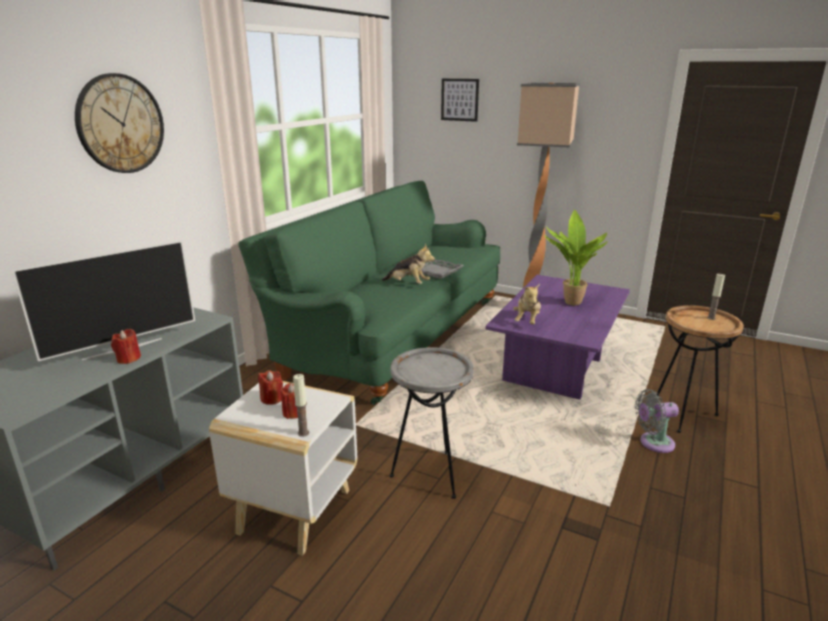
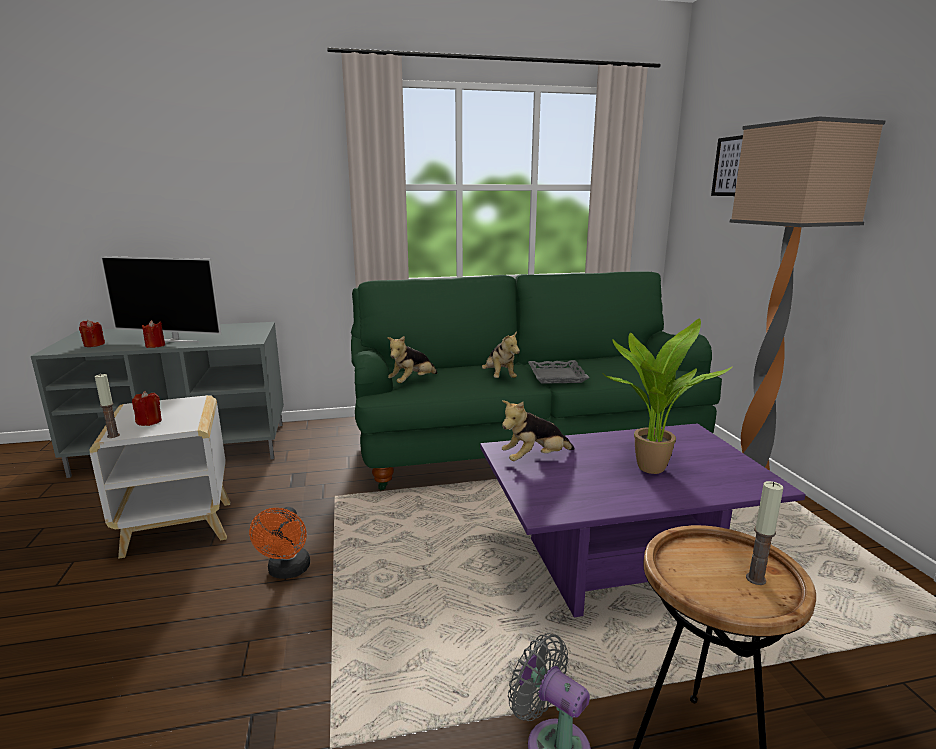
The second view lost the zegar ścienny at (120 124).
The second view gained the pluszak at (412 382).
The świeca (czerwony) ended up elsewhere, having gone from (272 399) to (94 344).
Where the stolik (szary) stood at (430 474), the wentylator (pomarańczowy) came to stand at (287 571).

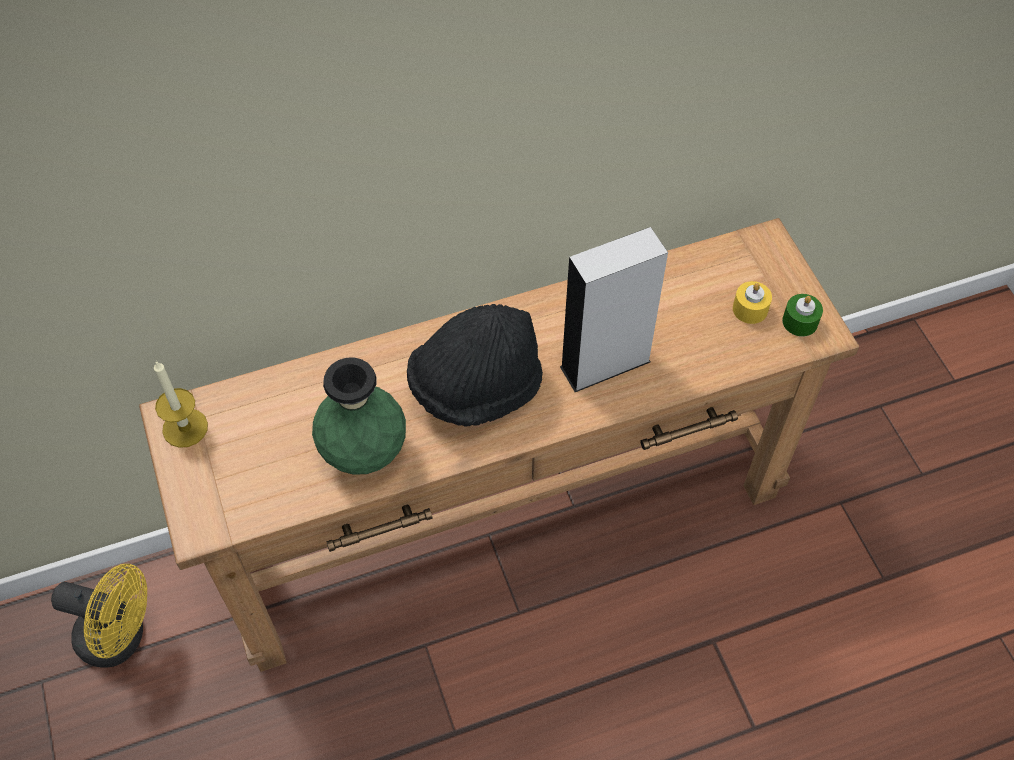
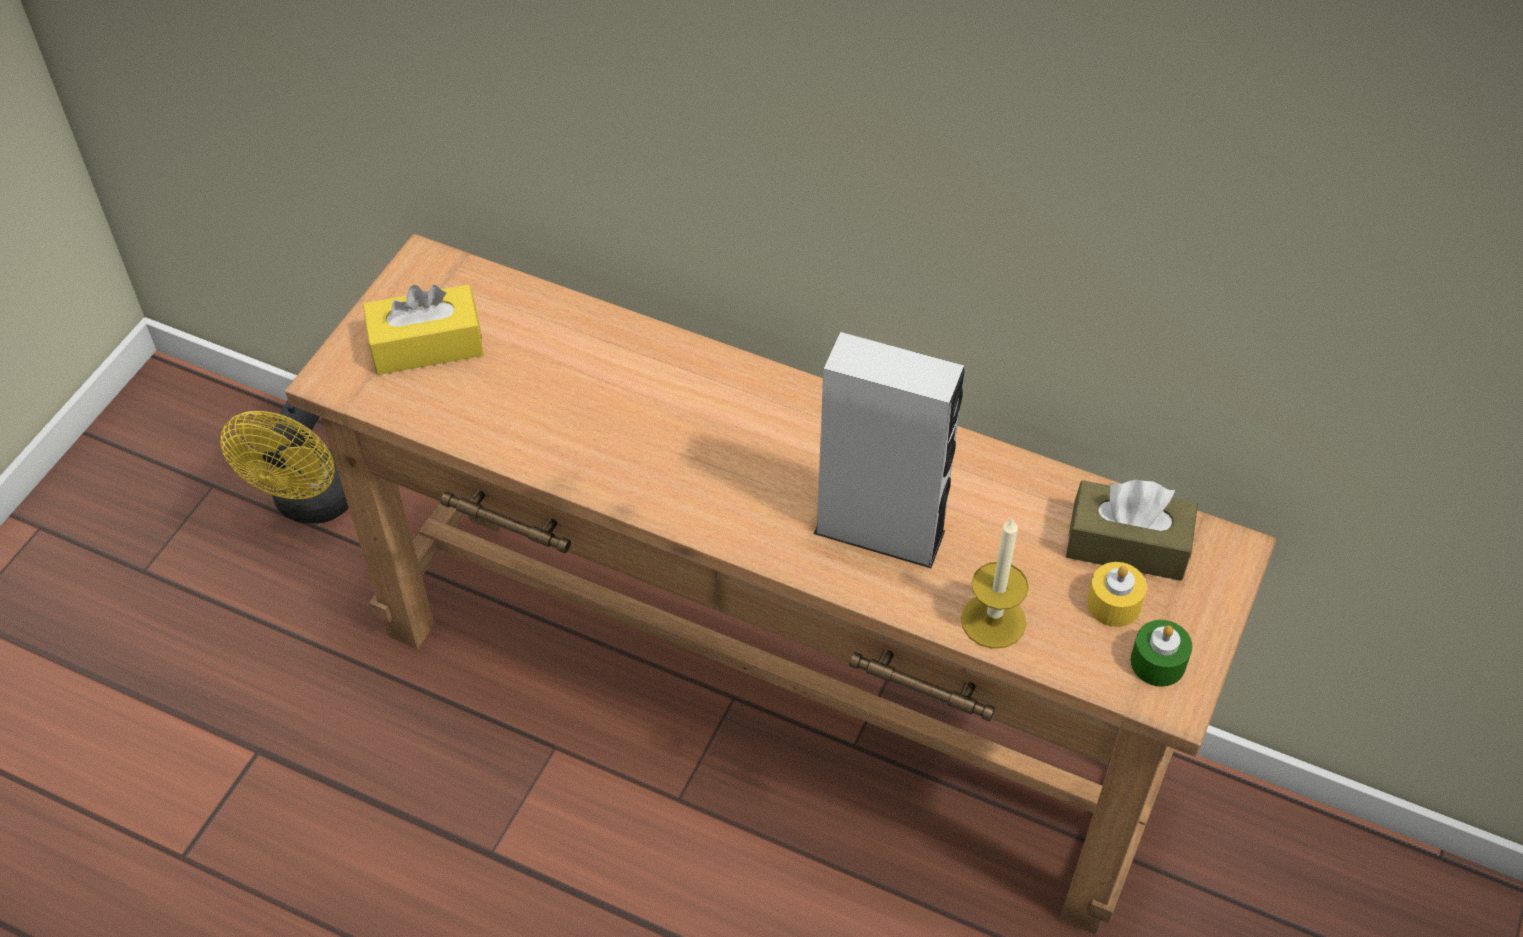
The second view lost the wazon (zielony) at (364 453).
The second view lost the kapelusz (czarny) at (476 388).
The second view gained the pudełko chusteczek (żółty) at (426 345).
The second view gained the pudełko chusteczek (brązowy) at (1127 545).
The świeca ended up elsewhere, having gone from (185 428) to (993 621).
The wentylator (żółty) at (121 638) ended up facing another way, 45 degrees clockwise from before.

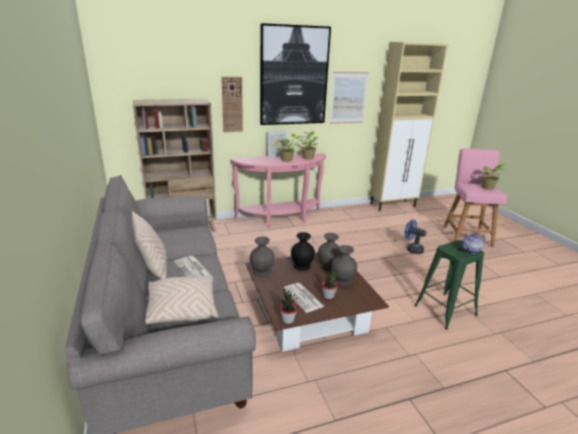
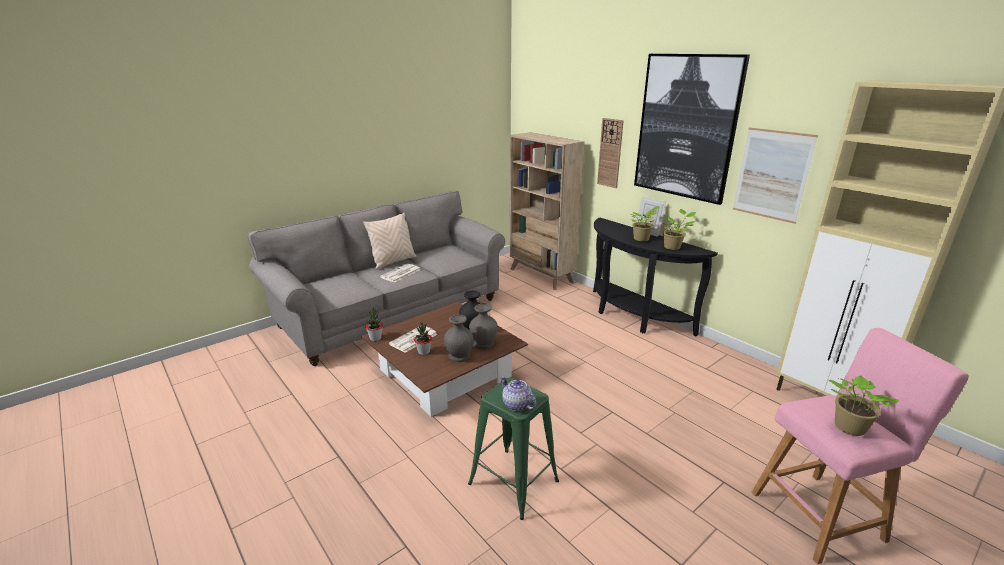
The second view lost the poduszka (beżowy) at (181 309).
The second view lost the wazon (szary) at (262 270).
The second view lost the wentylator (niebieski) at (412 249).
What was the stolik konsolowy (różowy) at (281 218) turned into the stolik konsolowy (czarny) at (632 316).

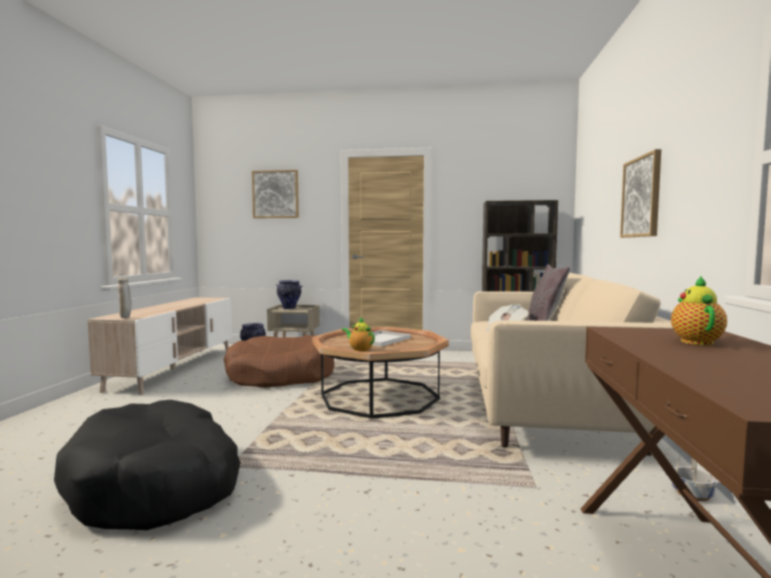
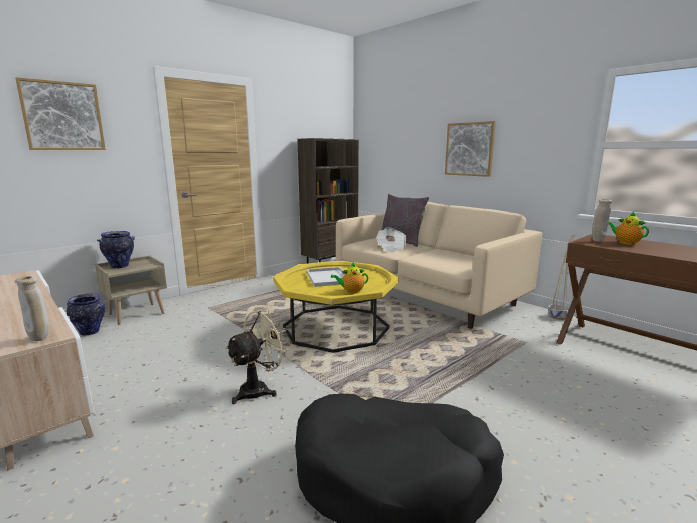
The second view lost the legowisko (brązowy) at (280 376).
The second view gained the wentylator (beżowy) at (260 389).
The second view gained the wazon (beżowy) at (597 241).
What was the ława (brązowy) at (379 397) turned into the ława (żółty) at (336 327).

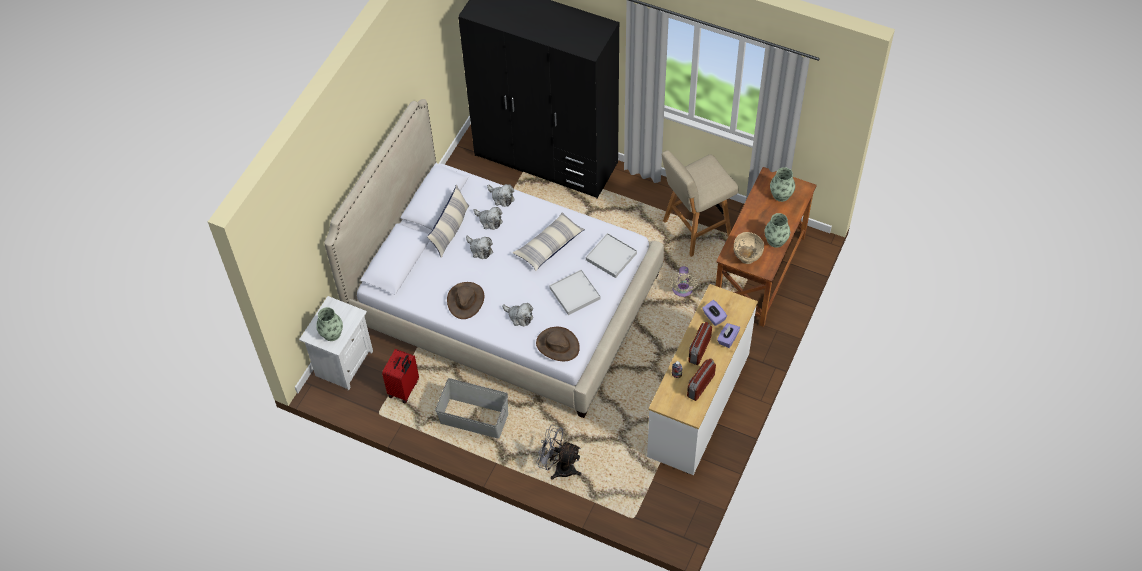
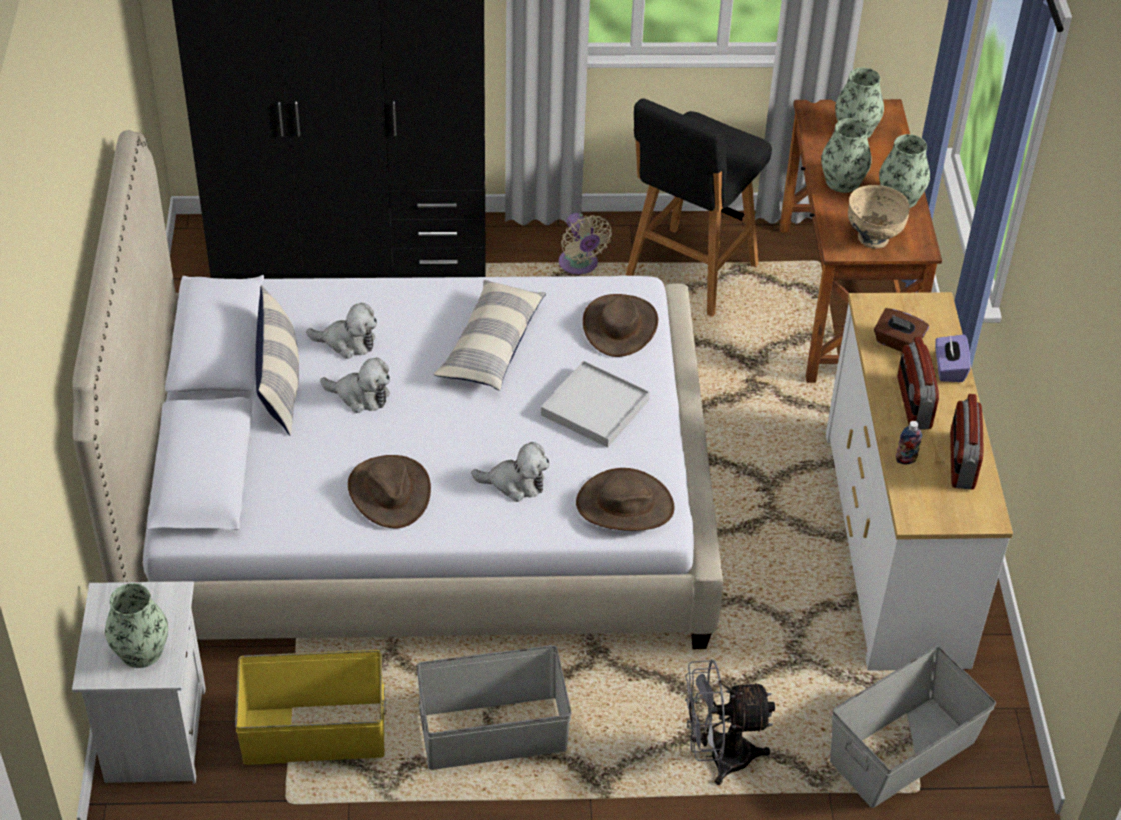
The second view lost the pluszak at (501 197).
The second view gained the wazon at (842 181).
The second view gained the pojemnik do przechowywania (szary) at (901 751).
The wentylator (beżowy) ended up elsewhere, having gone from (682 290) to (580 265).
Where the walizka (czerwony) stood at (404 389), the pojemnik do przechowywania (żółty) came to stand at (315 735).
Where the taca (biały) stood at (611 257), the kapelusz (brązowy) came to stand at (620 326).
What was the stołek (beżowy) at (694 230) turned into the stołek (czarny) at (689 274).
What was the pudełko chusteczek (fioletowy) at (714 317) turned into the pudełko chusteczek (brązowy) at (898 342).

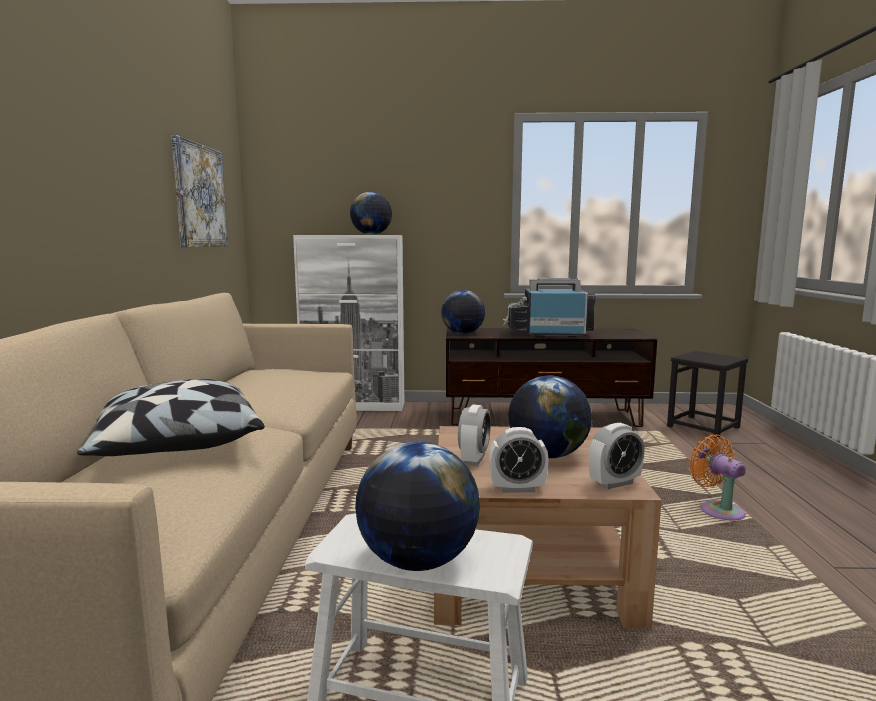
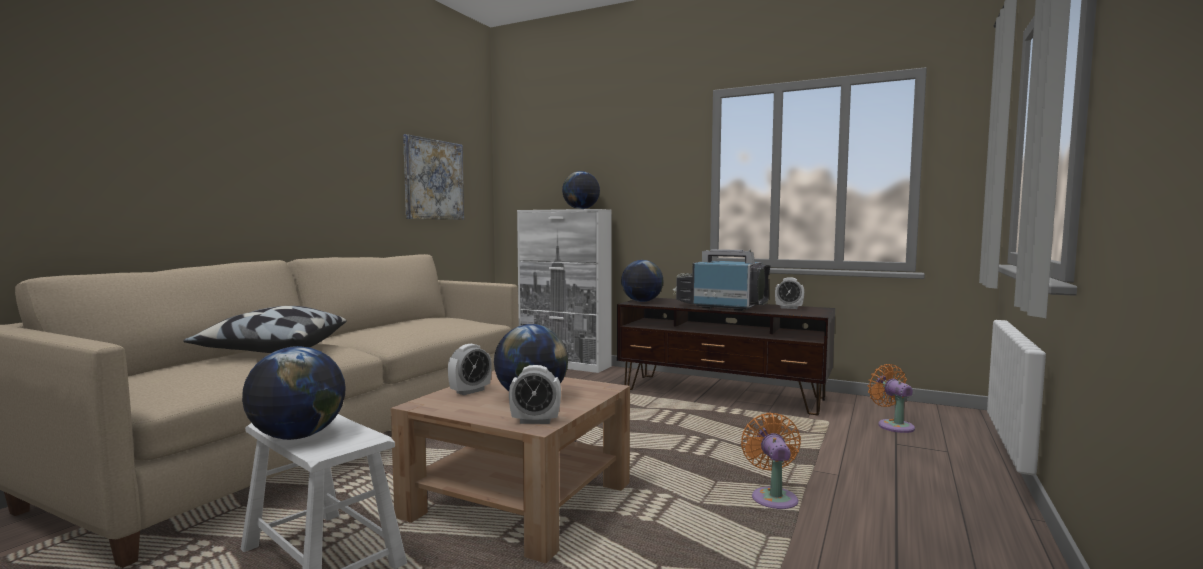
The budzik ended up elsewhere, having gone from (517 488) to (789 308).
Where the stołek (czarny) stood at (703 427), the wentylator (pomarańczowy) came to stand at (893 425).

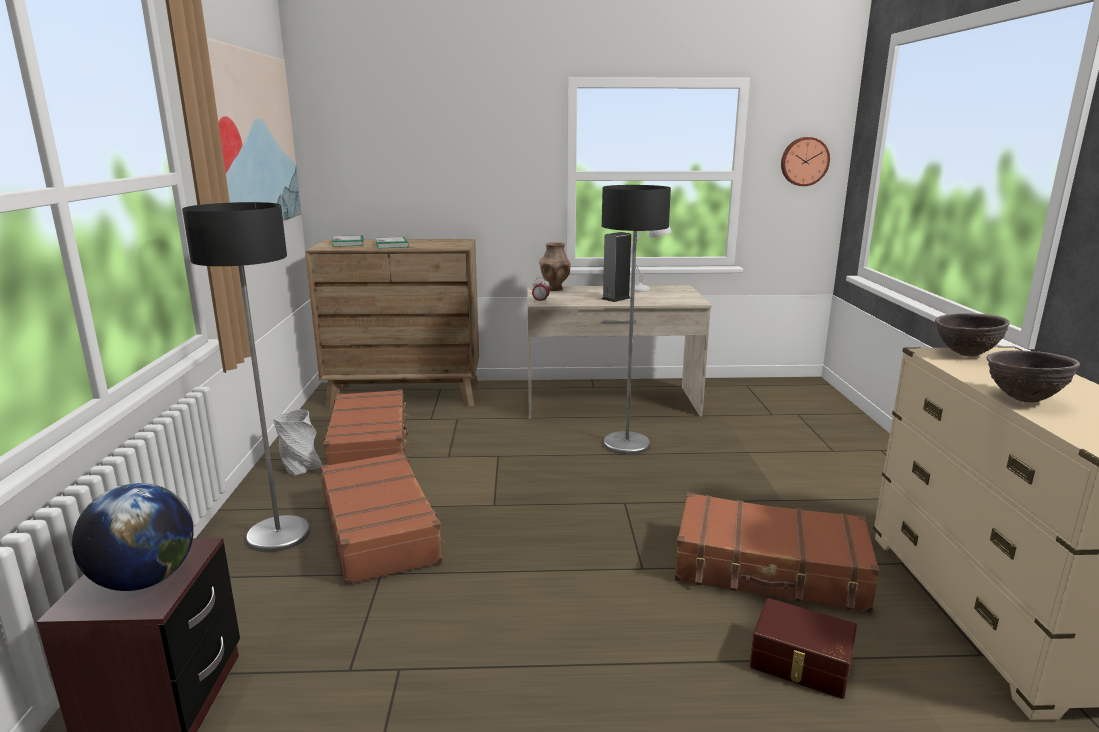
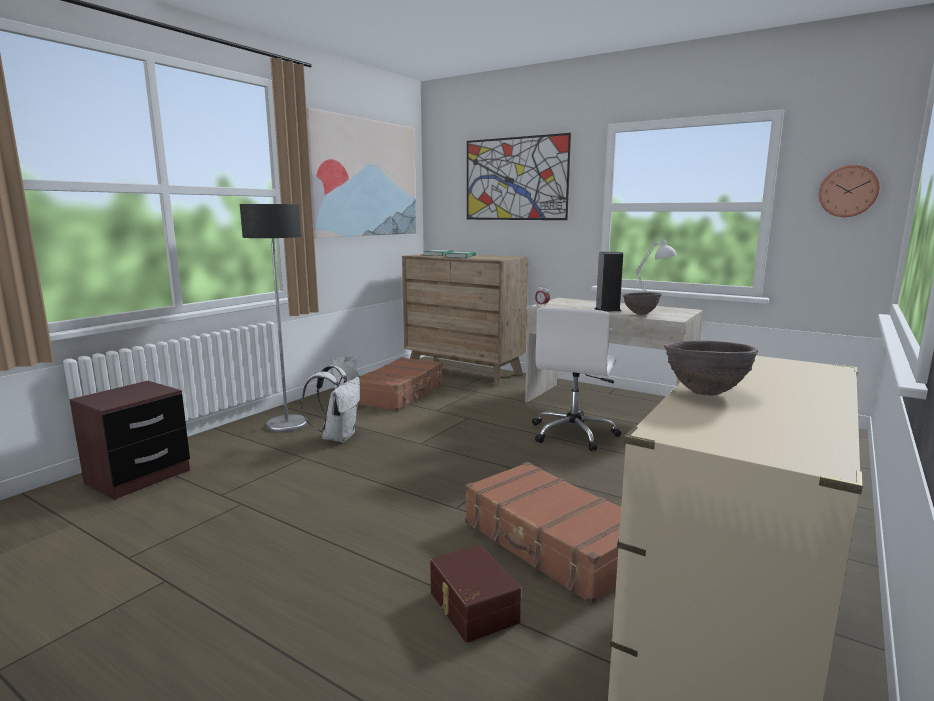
The second view lost the globus at (144 580).
The second view lost the wazon (brązowy) at (554 289).
The second view gained the obraz at (515 179).
The miska (brązowy) ended up elsewhere, having gone from (965 354) to (640 314).
Where the walizka (brązowy) stood at (380 530), the plecak (biały) came to stand at (337 437).
Where the lampa stojąca stood at (626 444), the krzesło biurowe (biały) came to stand at (573 434).

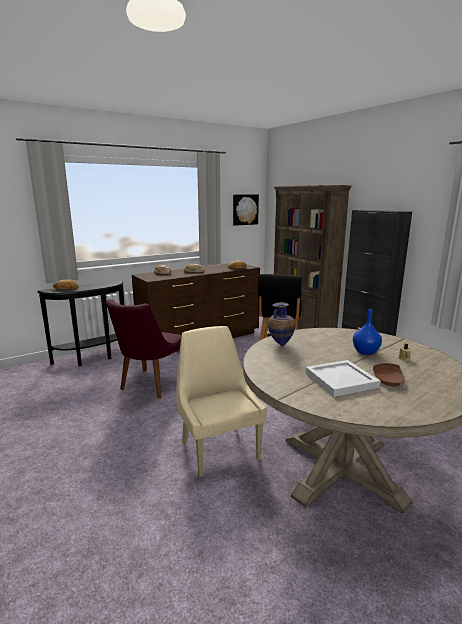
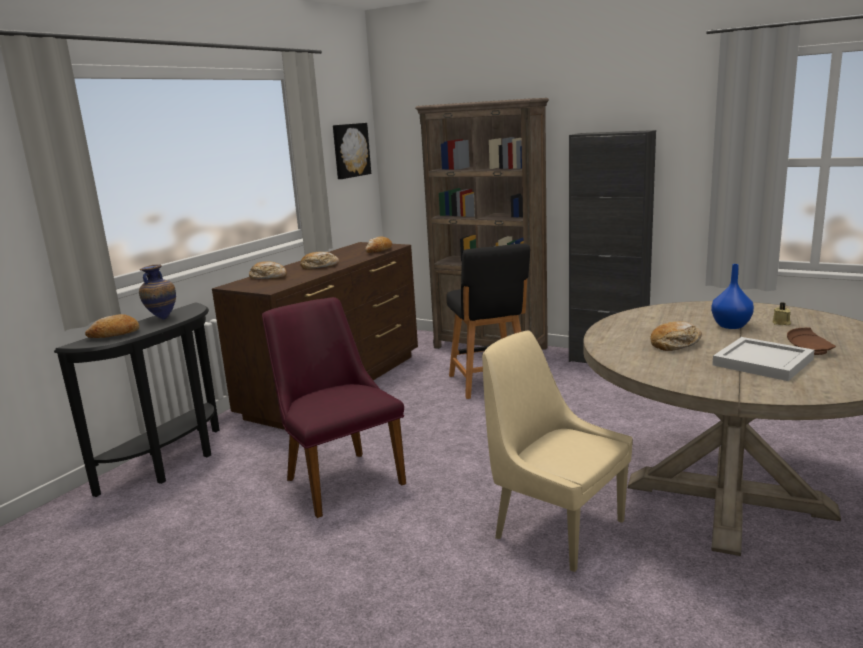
The second view gained the chleb at (675 344).
The wazon ended up elsewhere, having gone from (280 344) to (162 318).
The krzesło (fioletowy) at (149 386) ended up facing another way, 150 degrees clockwise from before.

